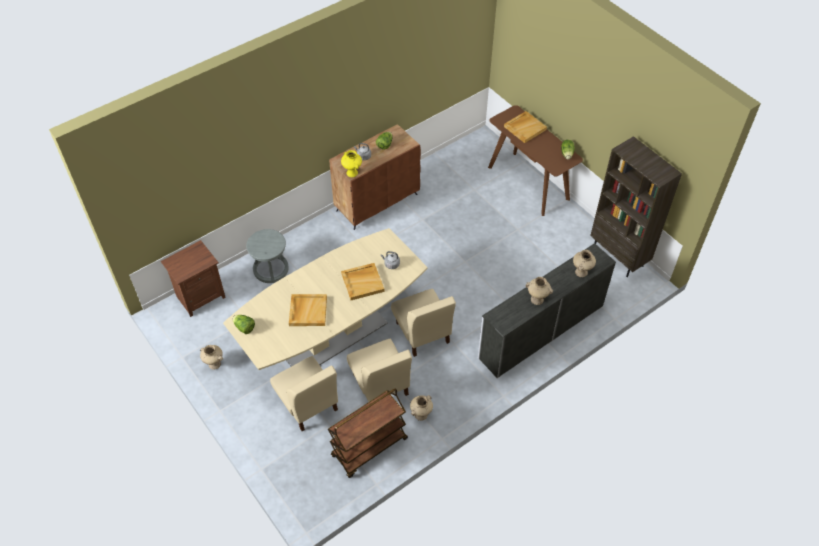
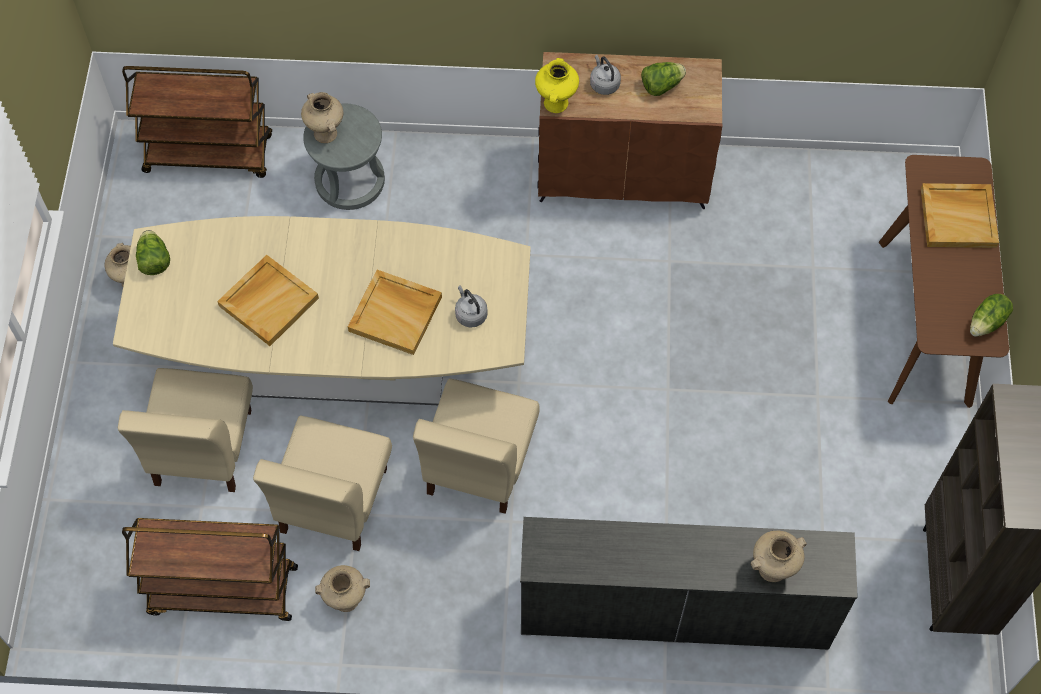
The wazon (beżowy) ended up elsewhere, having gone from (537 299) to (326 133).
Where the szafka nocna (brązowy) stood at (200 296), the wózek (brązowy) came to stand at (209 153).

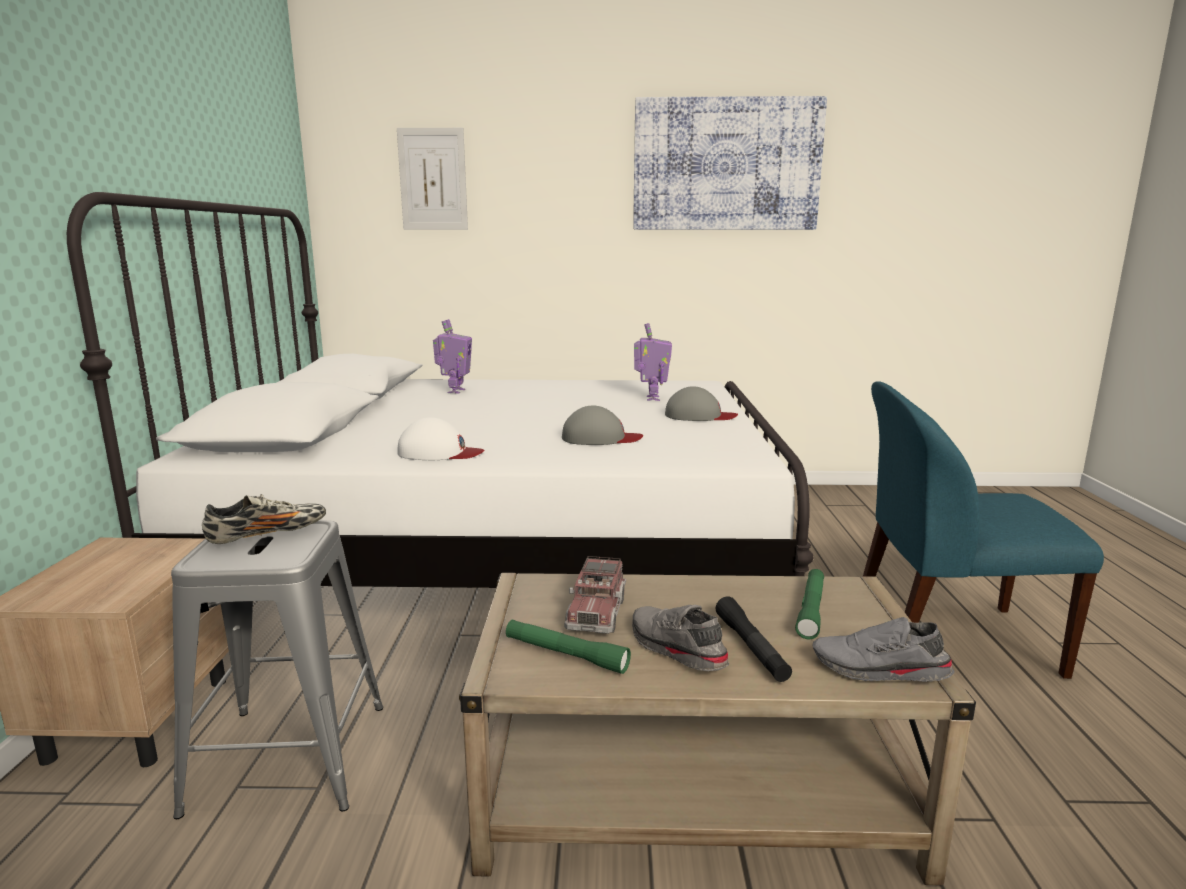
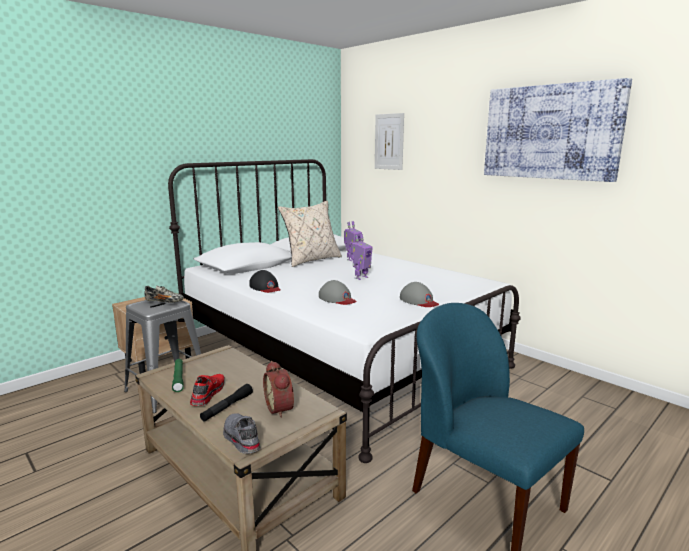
The second view lost the ciężarówka zabawkowa at (596 612).
The second view gained the poduszka (beżowy) at (311 260).
The robot zabawkowy ended up elsewhere, having gone from (651 398) to (360 277).
Where the latarka (zielony) stood at (811 610), the budzik came to stand at (281 408).
What was the czapka z daszkiem (biały) at (439 453) turned into the czapka z daszkiem (czarny) at (265 287).
What was the but (szary) at (675 649) turned into the but (czerwony) at (207 394).

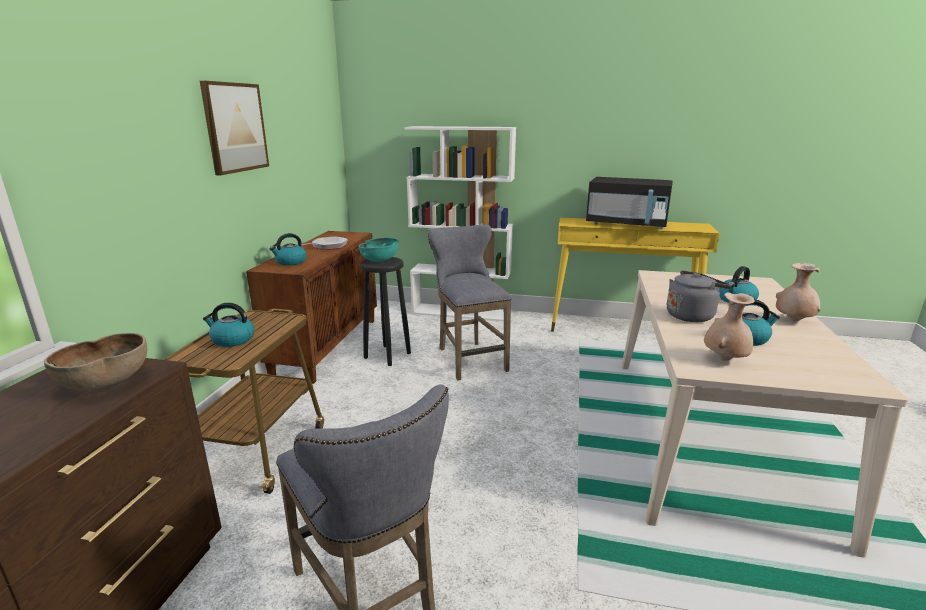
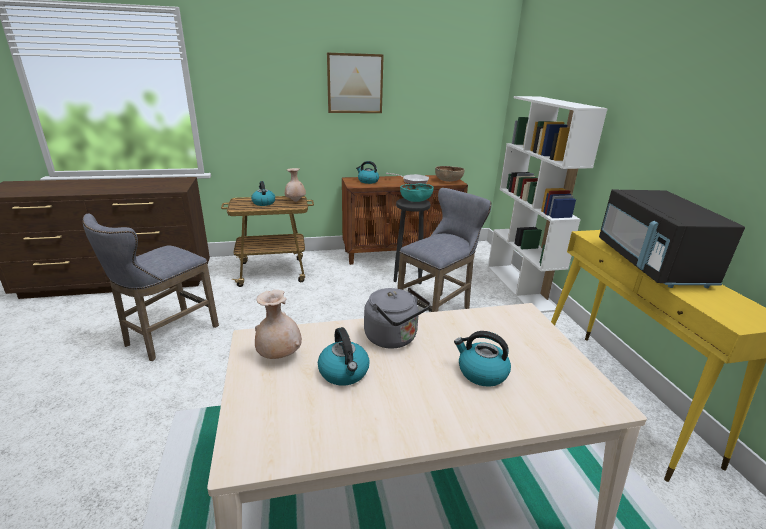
The miska (brązowy) ended up elsewhere, having gone from (106 383) to (448 181).
The wazon (beżowy) ended up elsewhere, having gone from (793 320) to (295 201).

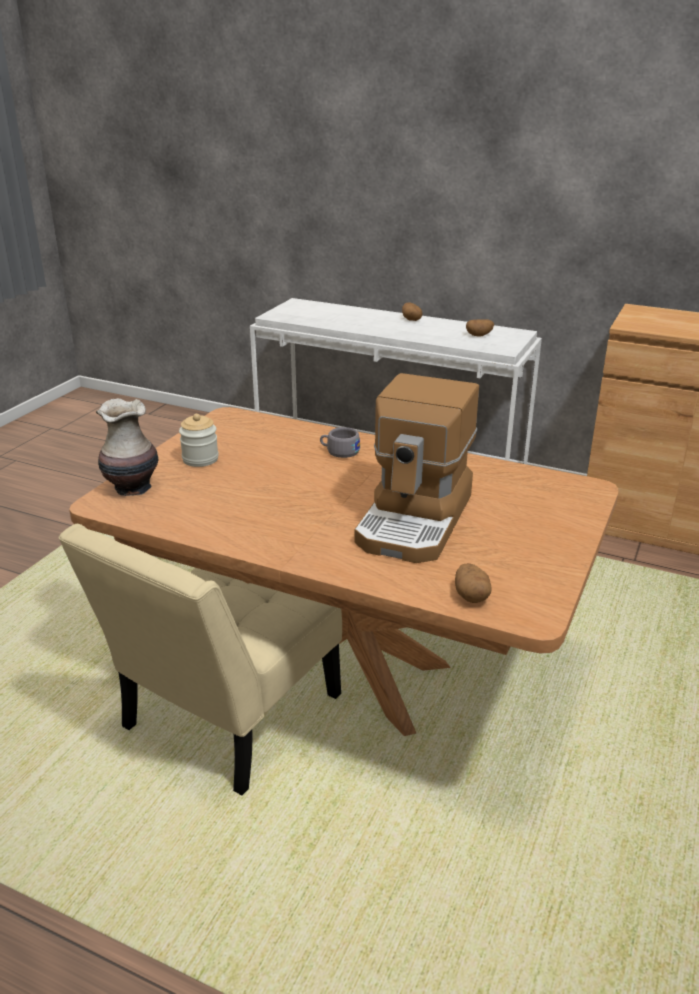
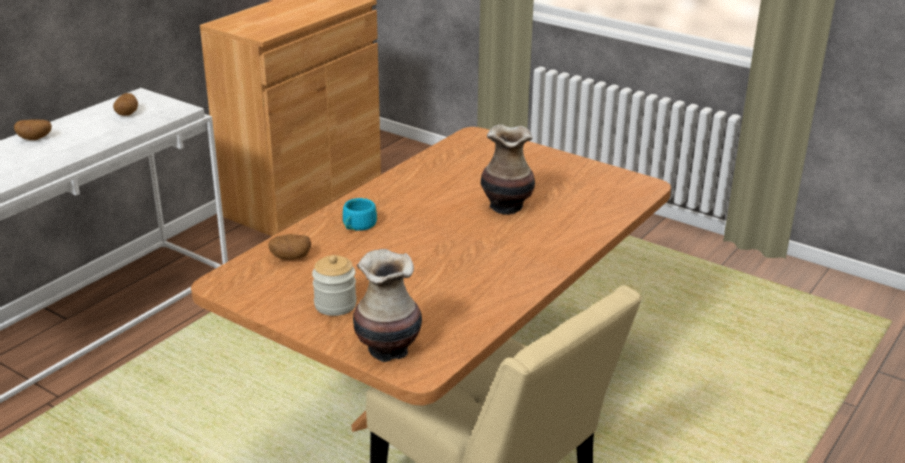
The ziemniak ended up elsewhere, having gone from (471 596) to (290 257).
Where the ekspres do kawy stood at (416 520), the wazon came to stand at (506 206).
What was the filiżanka (szary) at (339 451) turned into the filiżanka (turkusowy) at (357 226).

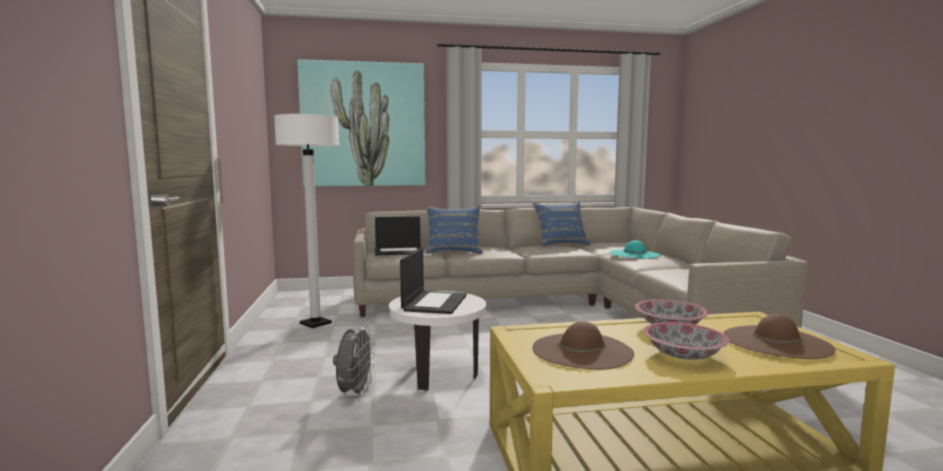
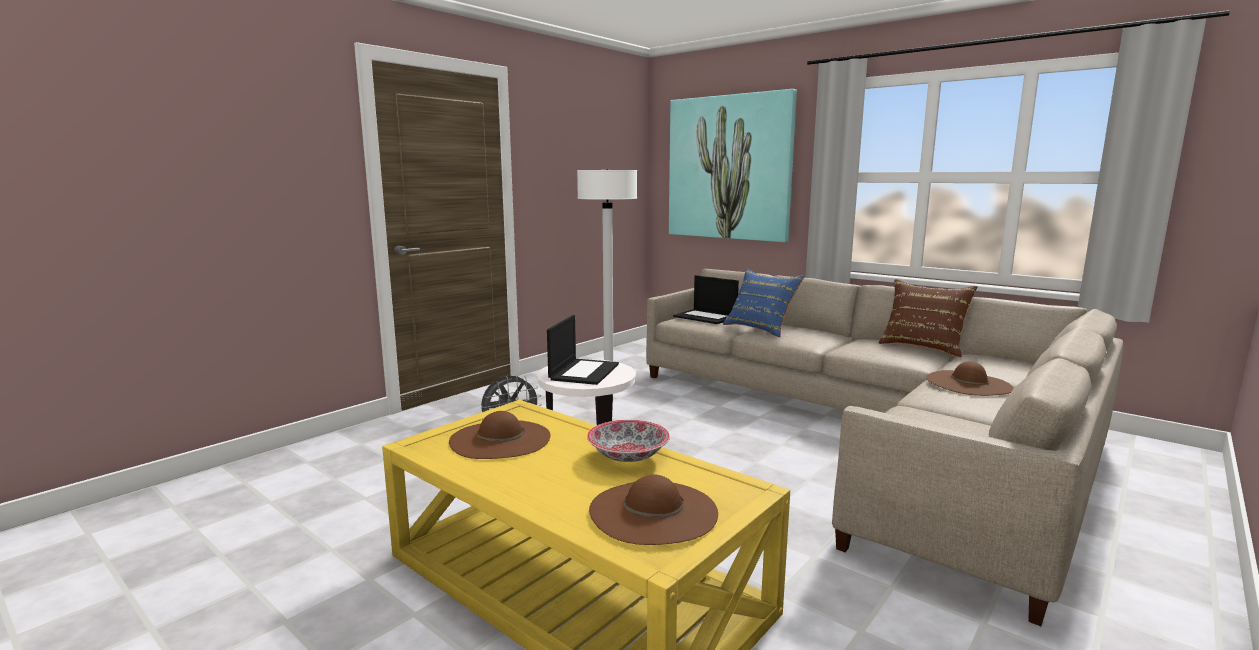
The second view lost the miska at (682 355).
What was the poduszka (niebieski) at (561 244) turned into the poduszka (brązowy) at (923 346).
What was the kapelusz (turkusowy) at (634 254) turned into the kapelusz (brązowy) at (968 383).
The laptop at (434 302) ended up facing another way, 45 degrees counterclockwise from before.

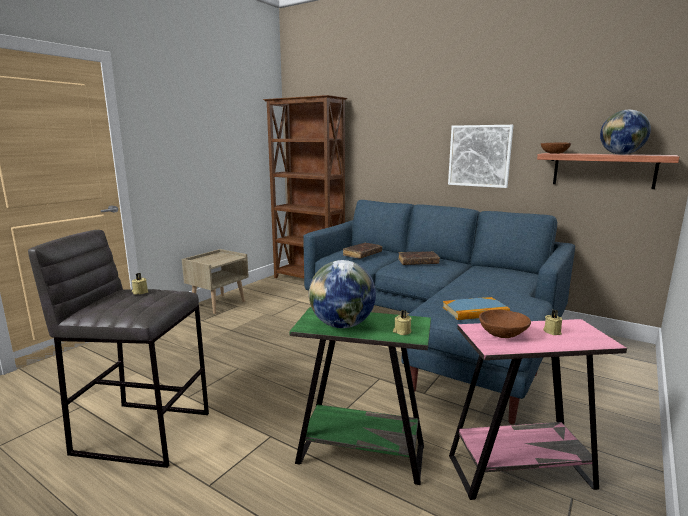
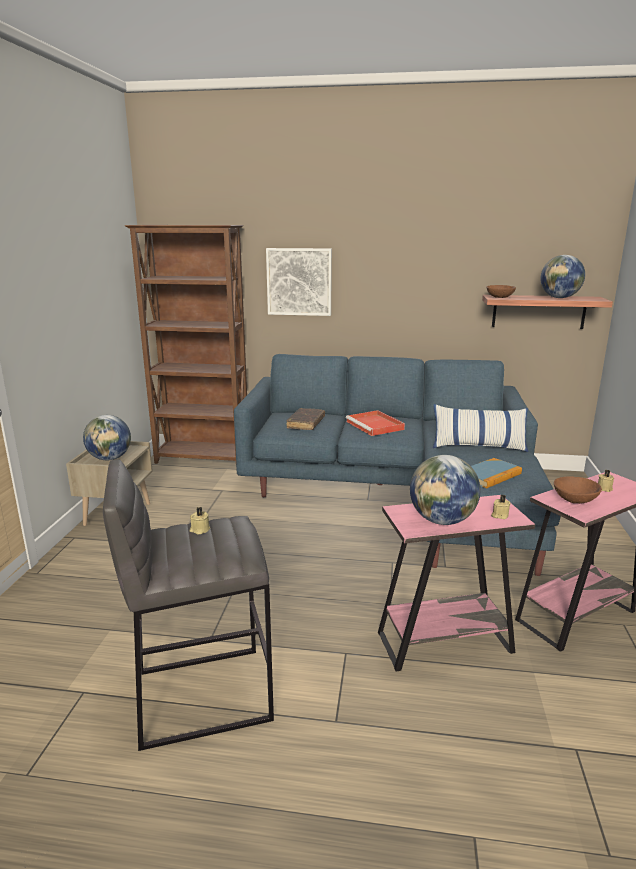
The second view gained the globus at (110 458).
The second view gained the poduszka at (478 446).
The obraz ended up elsewhere, having gone from (479 156) to (299 282).
Where the książka (brązowy) stood at (418 262), the taca (czerwony) came to stand at (375 426).
What was the stolik (zielony) at (361 454) turned into the stolik (różowy) at (444 642).

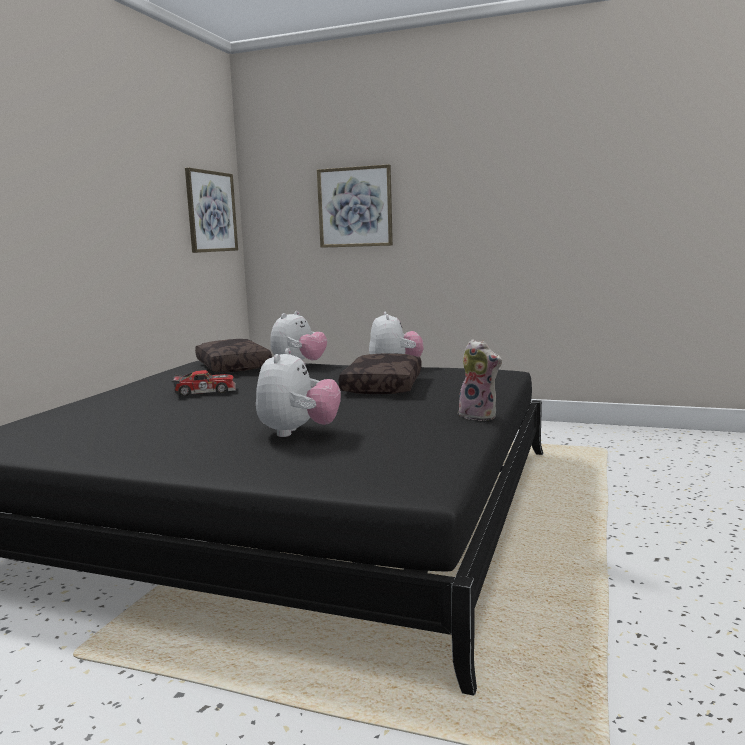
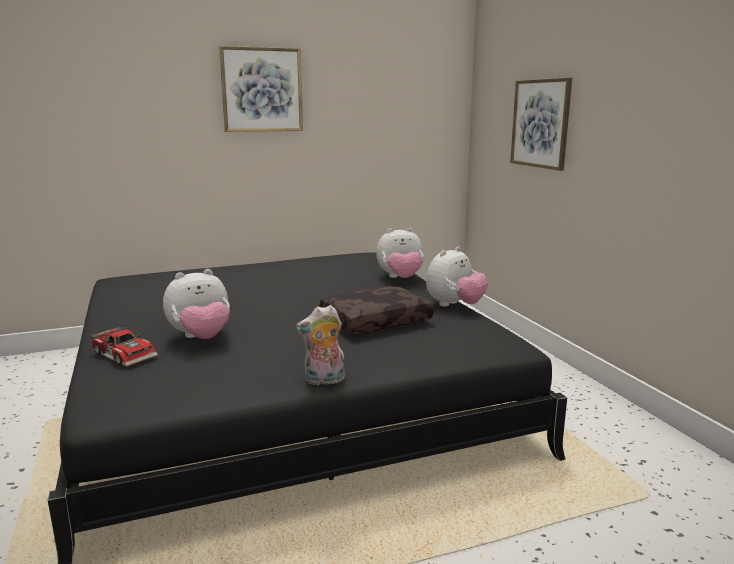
The second view lost the poduszka (brązowy) at (234 366).
The samochodzik ended up elsewhere, having gone from (205 391) to (126 354).
The obraz ended up elsewhere, having gone from (211 211) to (262 90).
The pluszak at (480 416) ended up facing another way, 75 degrees clockwise from before.

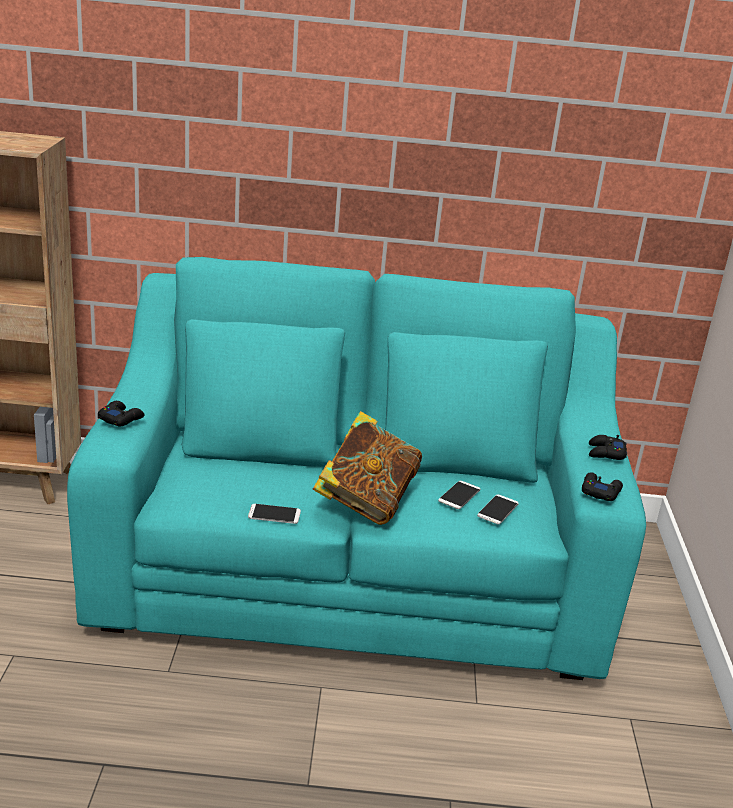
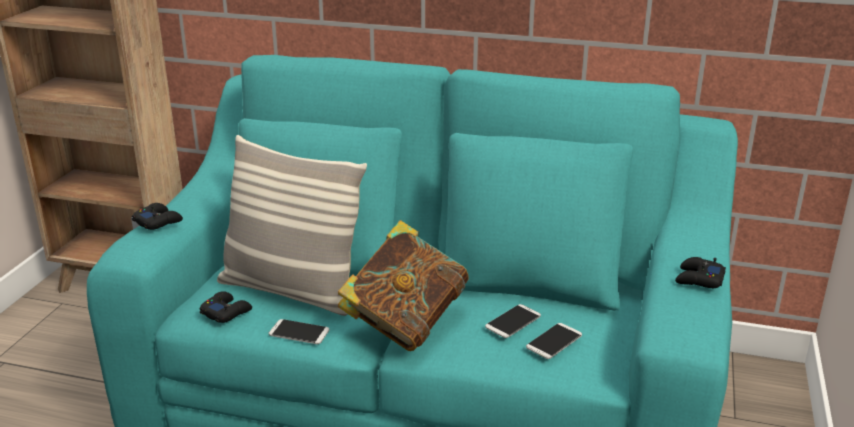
The second view gained the poduszka at (291 290).
The pad do gier (czarny) ended up elsewhere, having gone from (600 491) to (226 312).

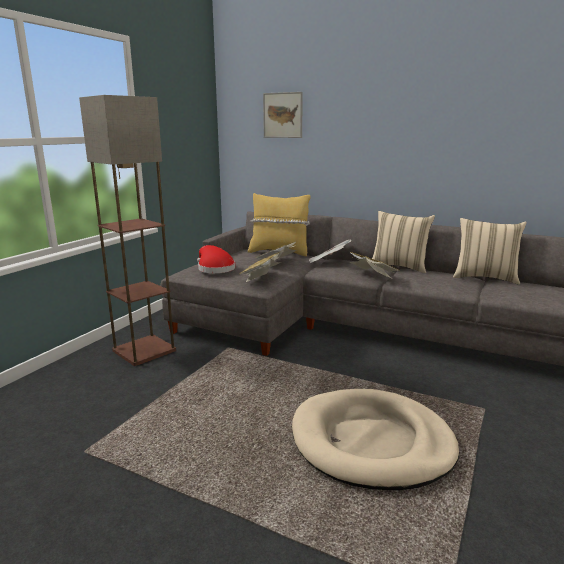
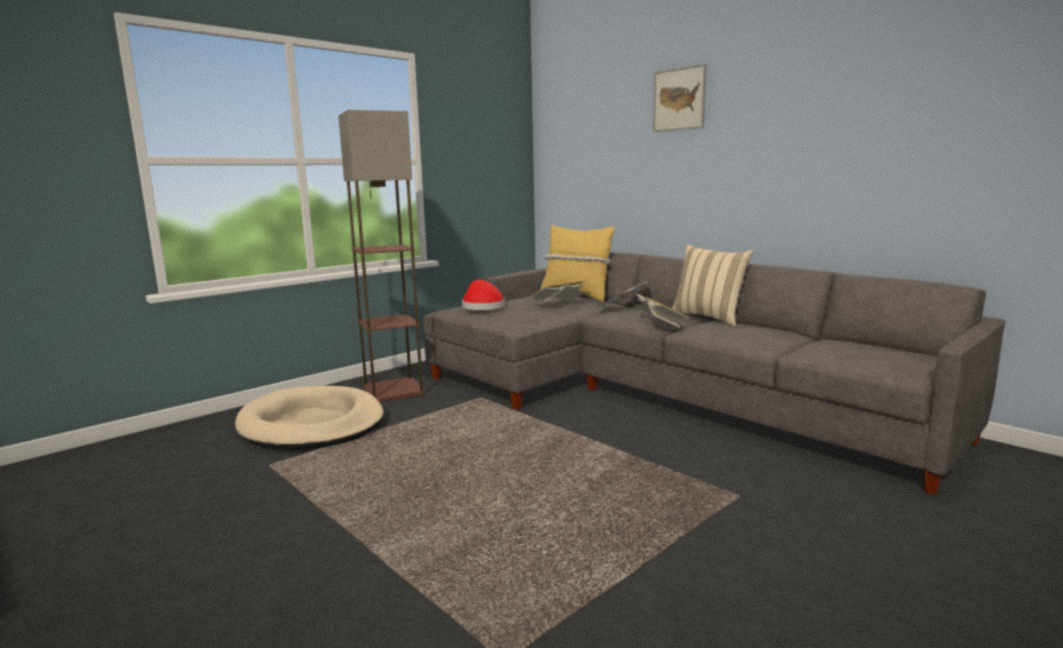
The second view lost the książka at (261 277).
The second view lost the poduszka (beżowy) at (485 278).
The obraz ended up elsewhere, having gone from (283 115) to (679 99).
The legowisko (beżowy) ended up elsewhere, having gone from (371 442) to (312 424).

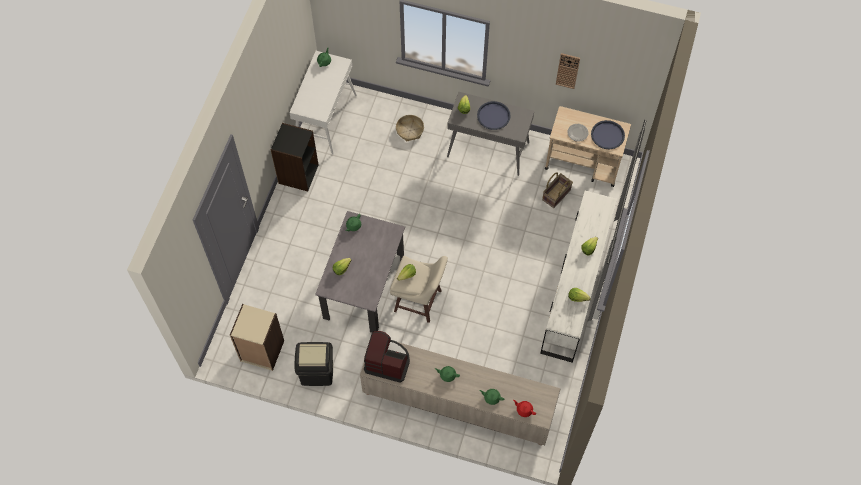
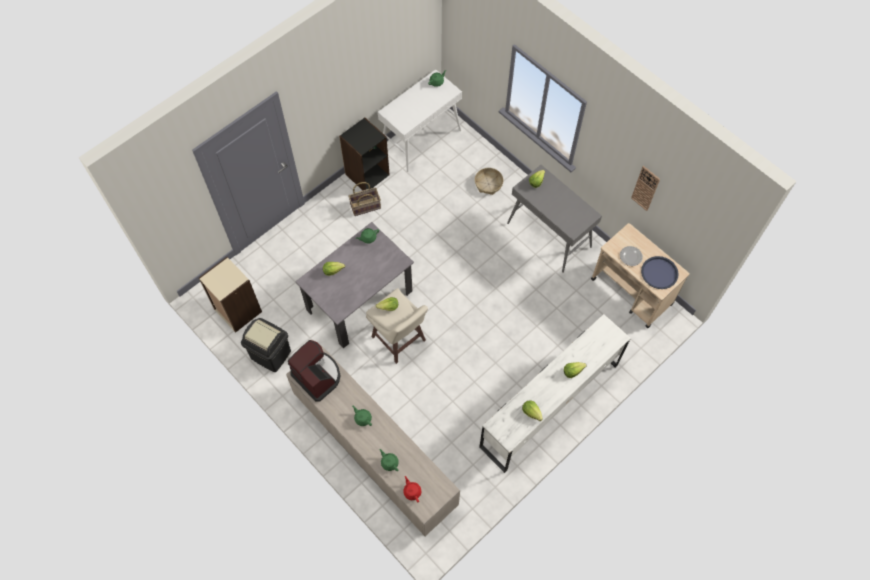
The second view lost the taca (niebieski) at (493 116).
The koszyk ended up elsewhere, having gone from (556 194) to (365 206).

